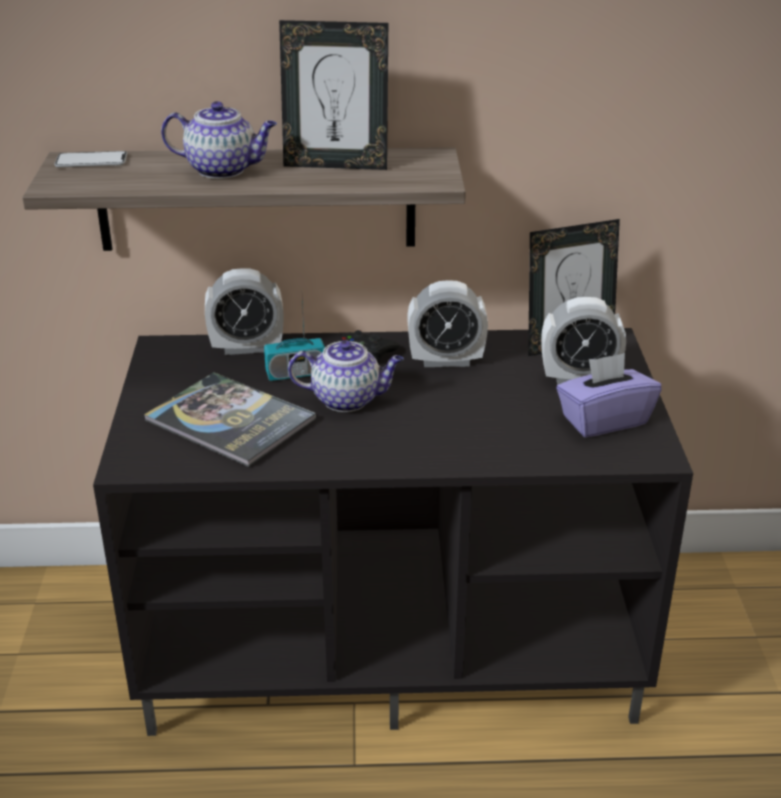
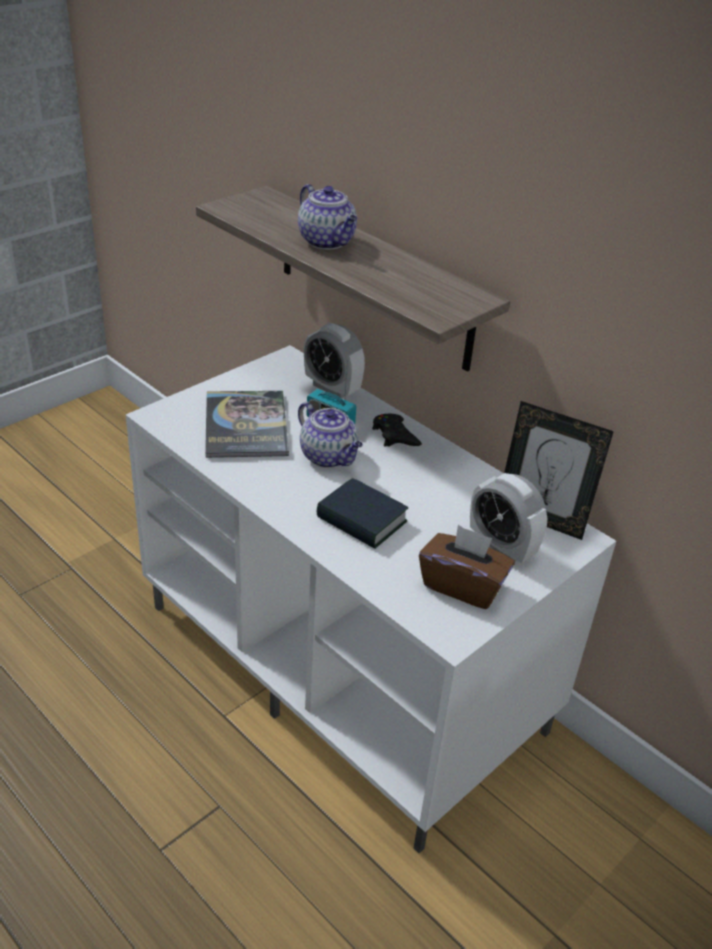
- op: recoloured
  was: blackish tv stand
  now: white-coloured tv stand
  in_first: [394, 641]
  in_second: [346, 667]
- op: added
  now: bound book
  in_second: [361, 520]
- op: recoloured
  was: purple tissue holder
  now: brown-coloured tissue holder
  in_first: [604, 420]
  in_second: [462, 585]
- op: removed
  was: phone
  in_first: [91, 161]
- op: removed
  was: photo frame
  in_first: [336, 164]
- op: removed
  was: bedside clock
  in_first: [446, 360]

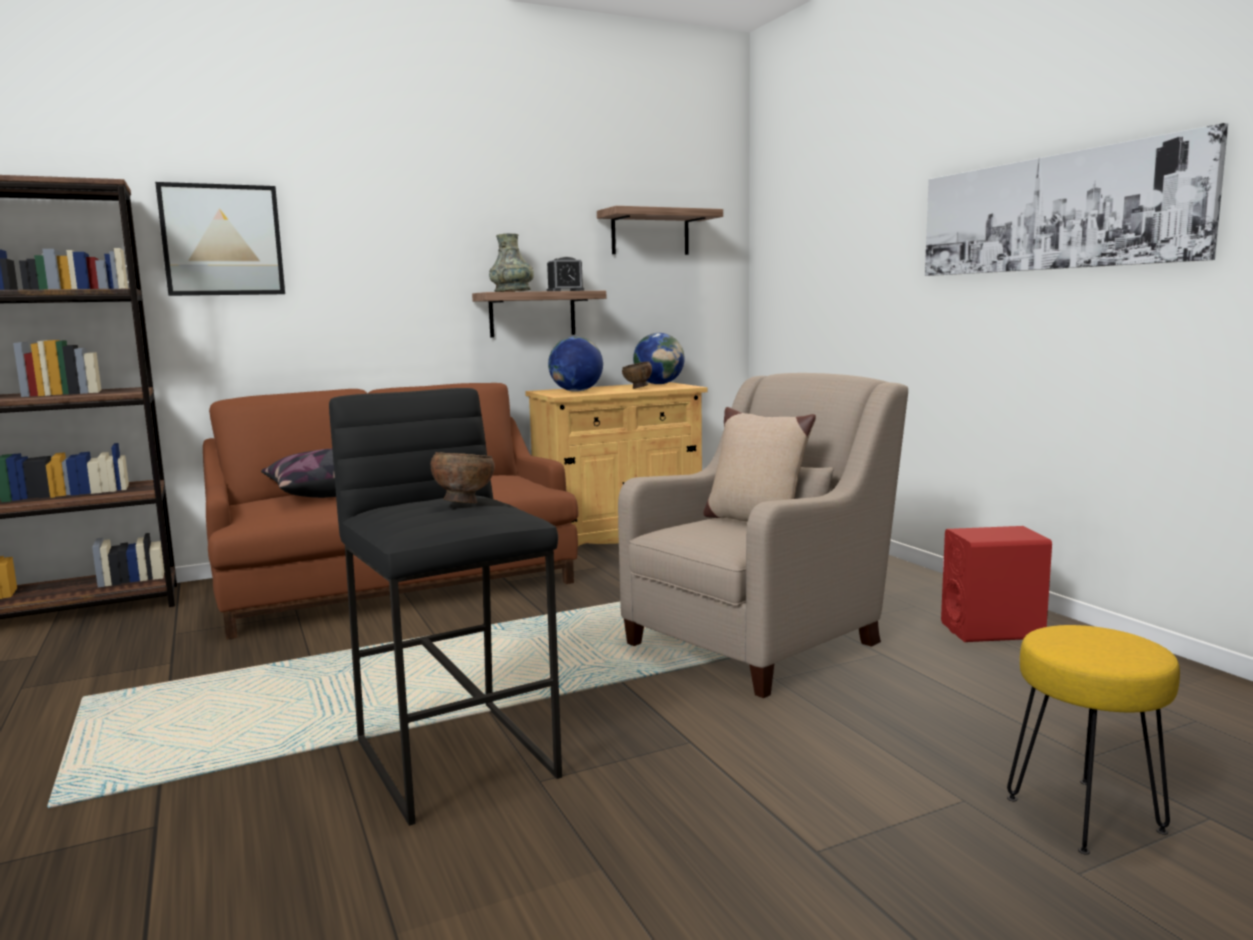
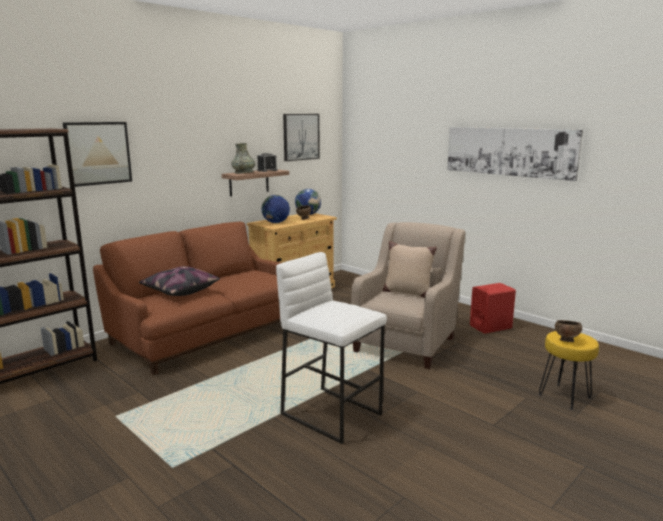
- op: recoloured
  was: blackish stool seat
  now: white-coloured stool seat
  in_first: [457, 757]
  in_second: [332, 413]
- op: replaced
  was: bracket shelf
  now: wall picture
  in_first: [650, 233]
  in_second: [300, 137]
- op: moved
  was: brown-coloured serving bowl
  in_first: [463, 503]
  in_second: [566, 341]

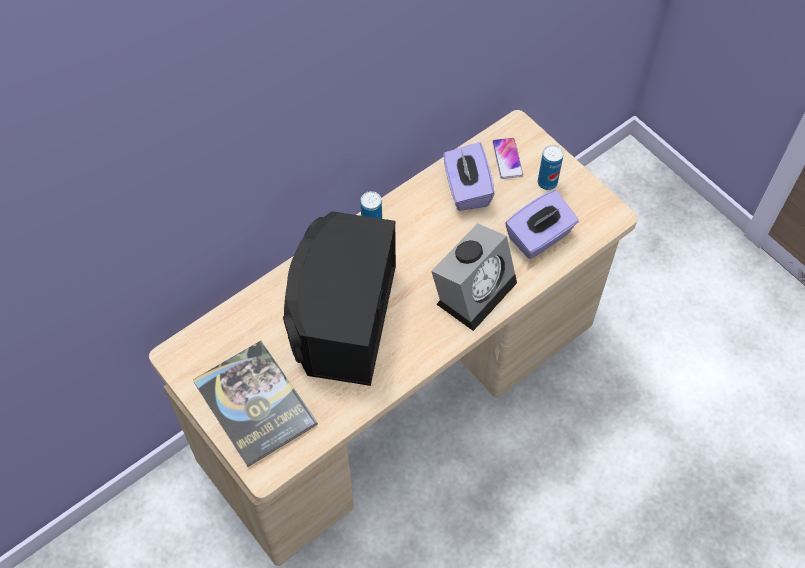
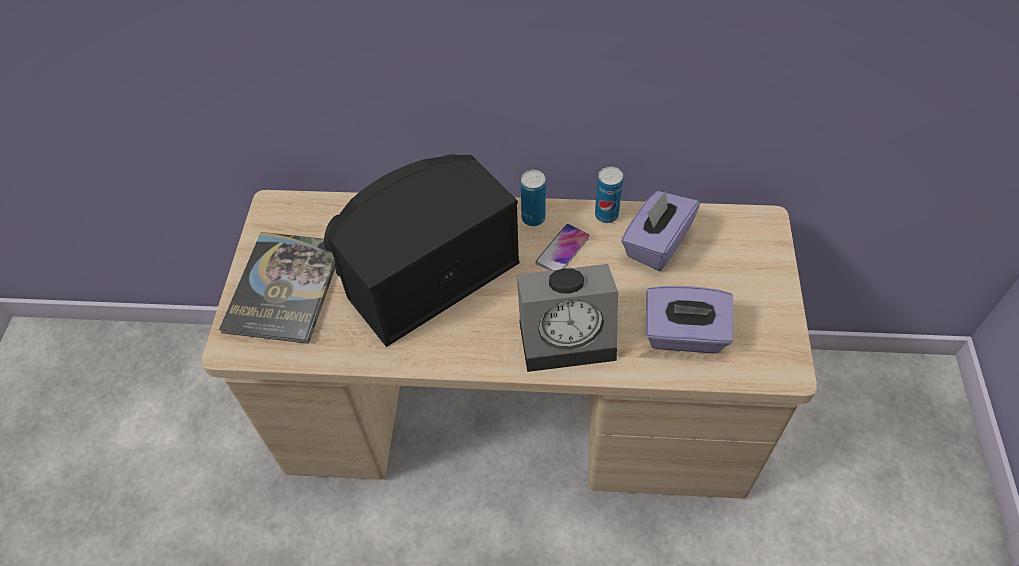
- op: moved
  was: phone
  in_first: [507, 159]
  in_second: [562, 250]
- op: moved
  was: sealed can
  in_first: [547, 182]
  in_second: [606, 215]

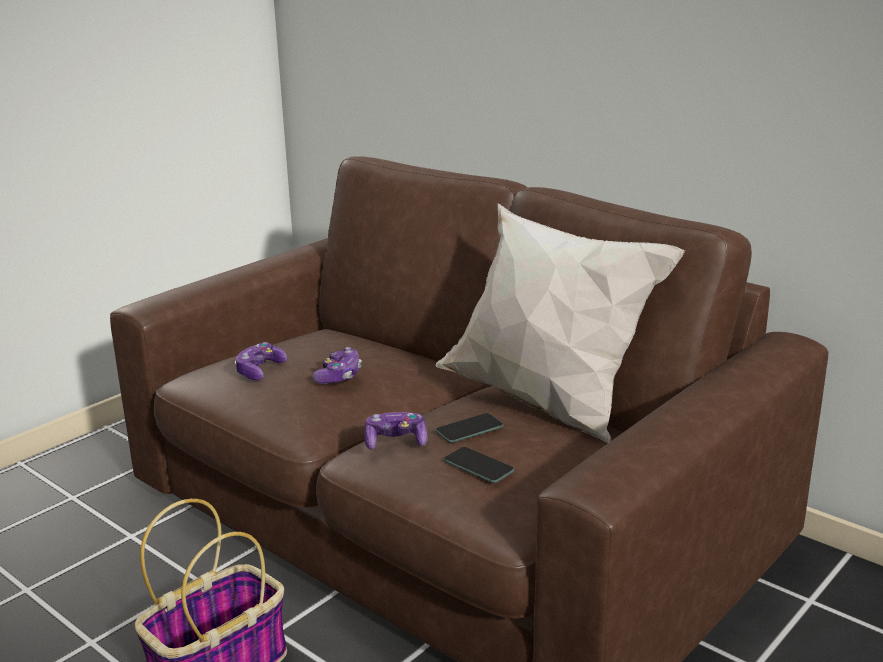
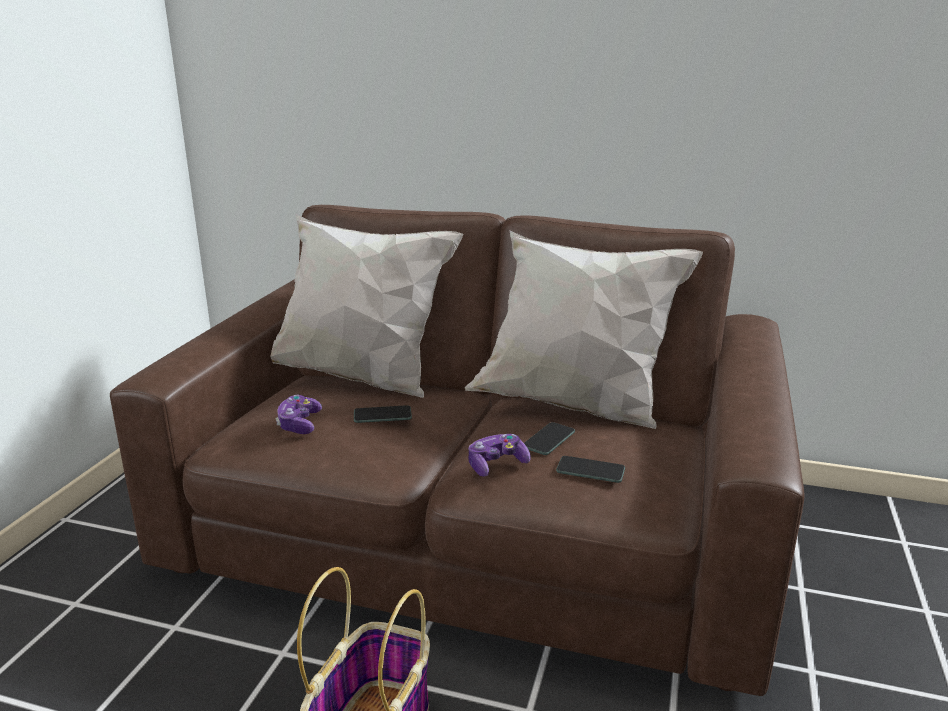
- op: added
  now: white-coloured throw pillow
  in_second: [360, 378]
- op: replaced
  was: joypad
  now: phone
  in_first: [339, 376]
  in_second: [382, 415]

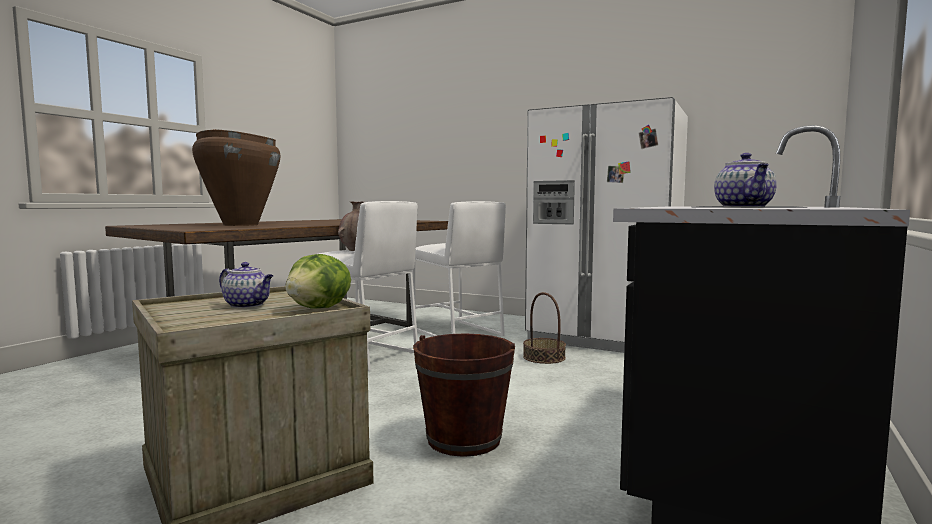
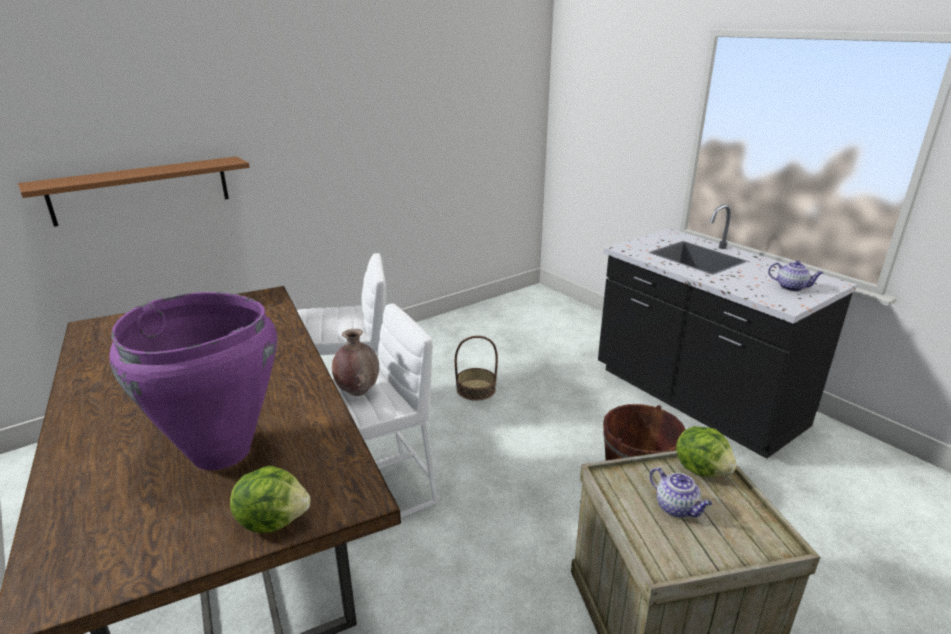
- op: added
  now: brown-coloured bracket shelf
  in_second: [142, 190]
- op: recoloured
  was: brown-coloured decorative vase
  now: purple decorative vase
  in_first: [241, 225]
  in_second: [220, 452]
- op: added
  now: lettuce
  in_second: [273, 520]
- op: turned
  was: pot for tea
  in_first: [248, 305]
  in_second: [677, 508]
  clockwise: 90
- op: removed
  was: white-coloured kitchen fridge
  in_first: [604, 338]

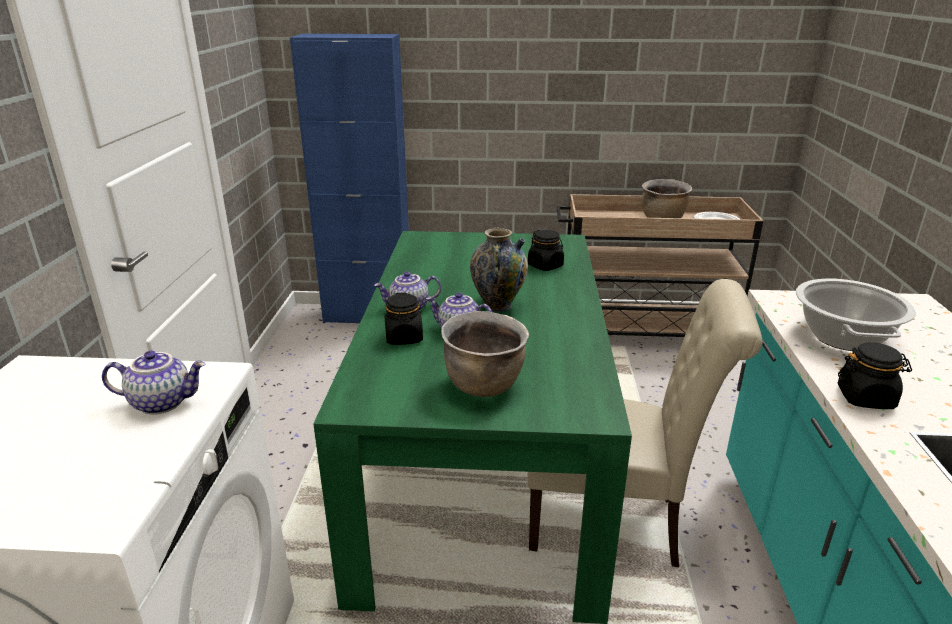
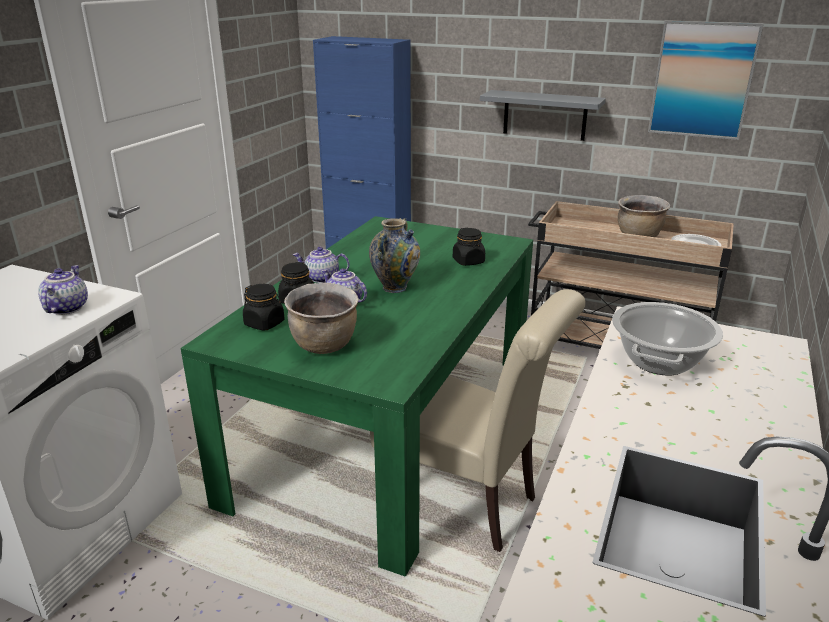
- op: turned
  was: pot for tea
  in_first: [163, 402]
  in_second: [66, 308]
  clockwise: -105
- op: moved
  was: blackish storage jar
  in_first: [865, 398]
  in_second: [264, 323]
- op: added
  now: greyish bracket shelf
  in_second: [544, 115]
- op: added
  now: wall picture
  in_second: [702, 80]

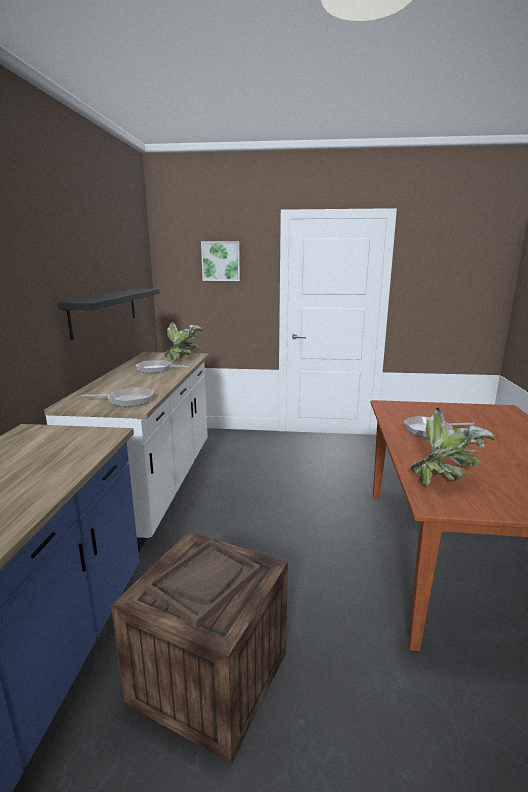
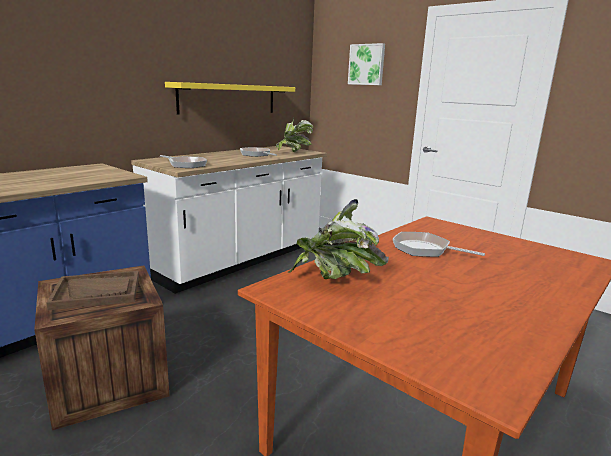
- op: recoloured
  was: blackish bracket shelf
  now: yellow bracket shelf
  in_first: [105, 311]
  in_second: [229, 99]

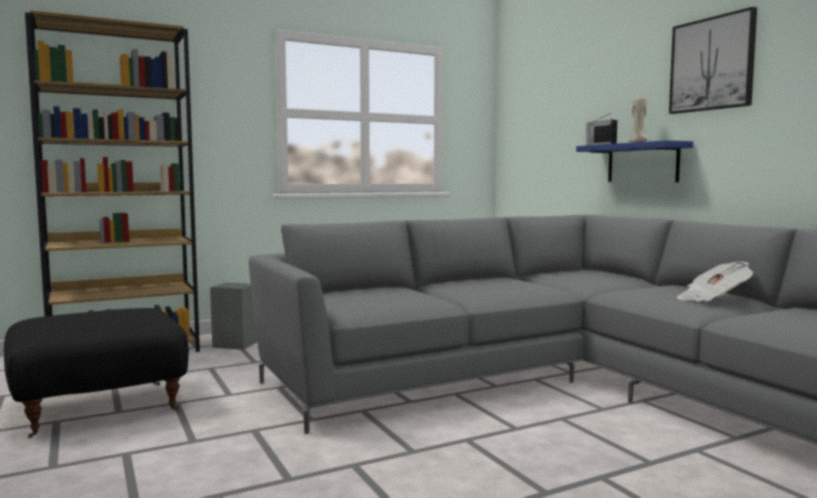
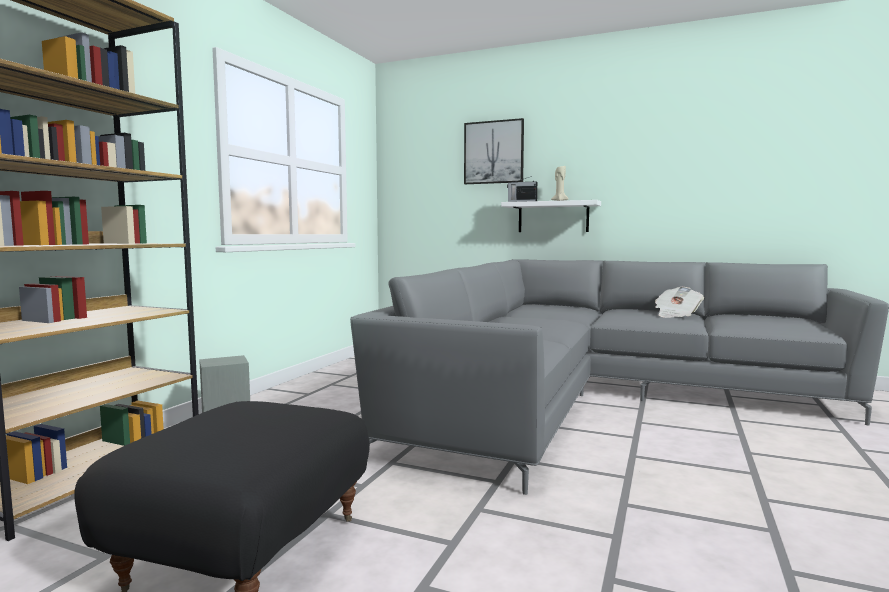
- op: moved
  was: wall picture
  in_first: [712, 64]
  in_second: [494, 152]
- op: recoloured
  was: blue-coloured bracket shelf
  now: white-coloured bracket shelf
  in_first: [642, 163]
  in_second: [553, 217]

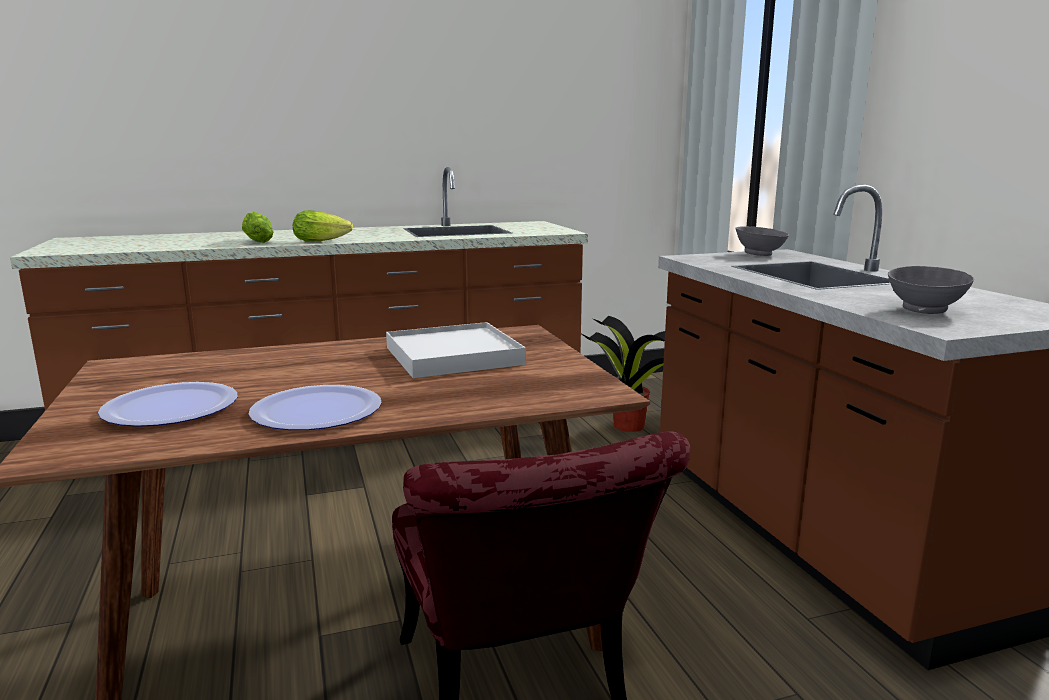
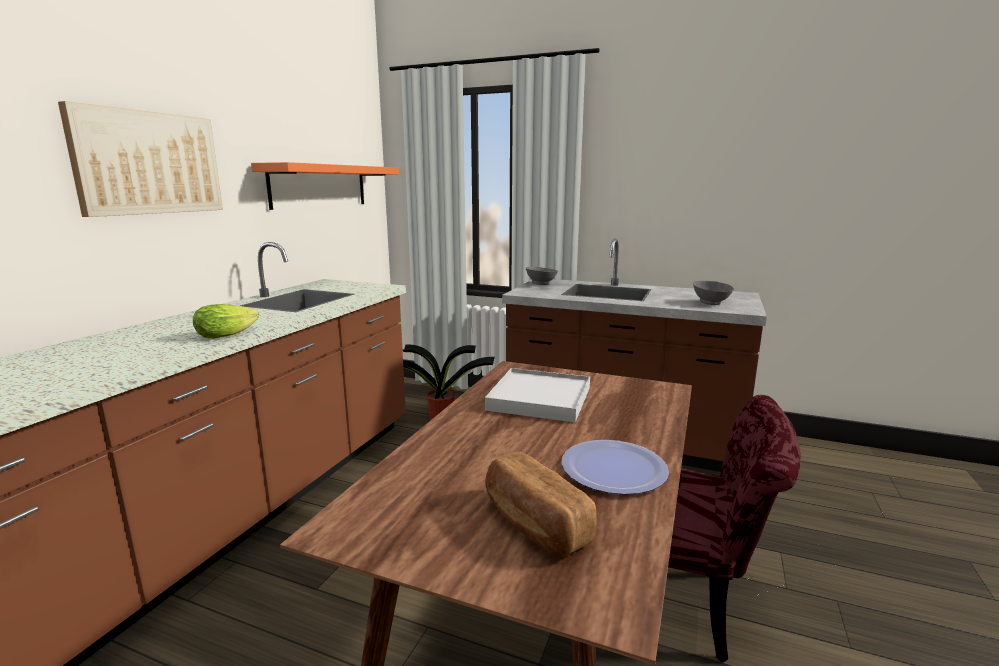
- op: added
  now: wall picture
  in_second: [148, 163]
- op: added
  now: orange bracket shelf
  in_second: [319, 186]
- op: replaced
  was: dinner plate
  now: baked bread
  in_first: [171, 407]
  in_second: [534, 524]
- op: removed
  was: lettuce
  in_first: [258, 241]

